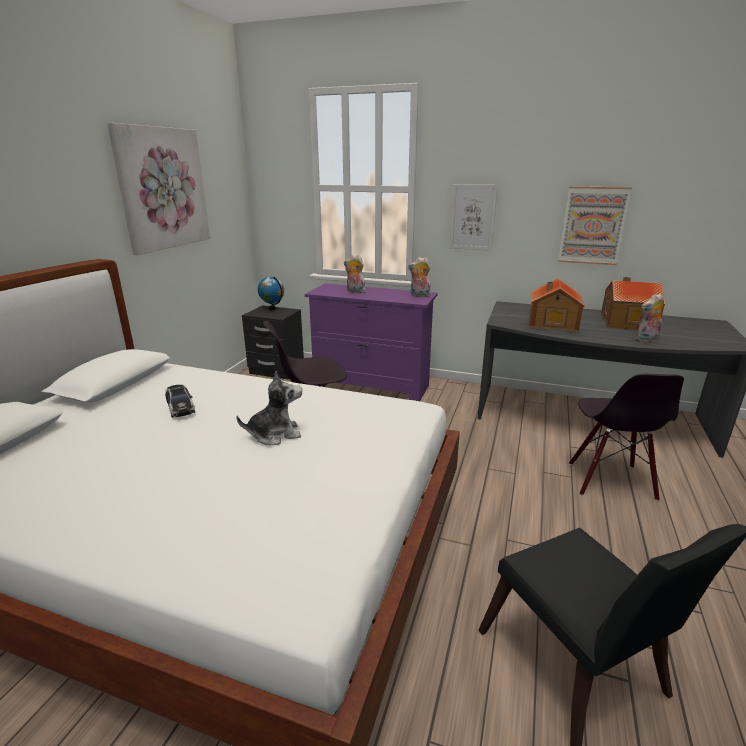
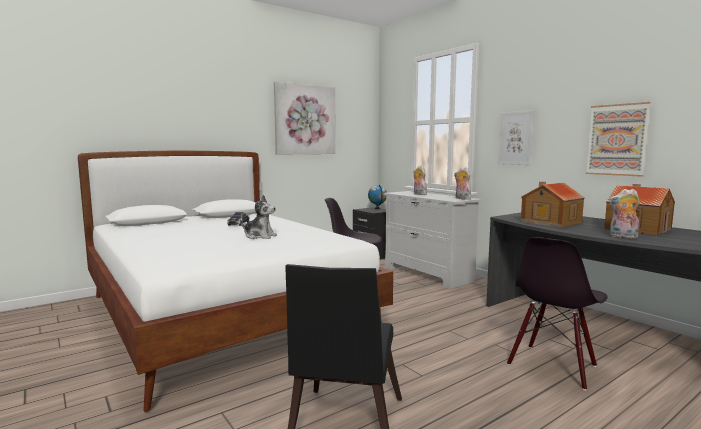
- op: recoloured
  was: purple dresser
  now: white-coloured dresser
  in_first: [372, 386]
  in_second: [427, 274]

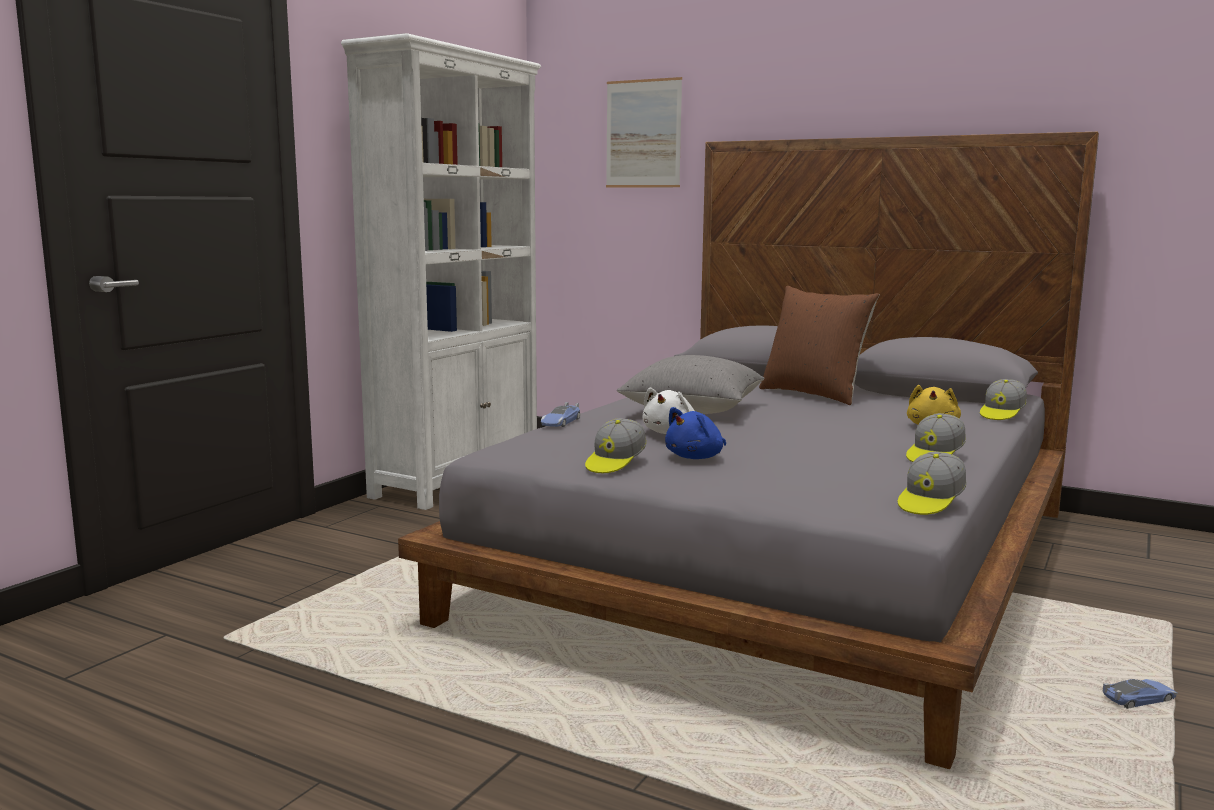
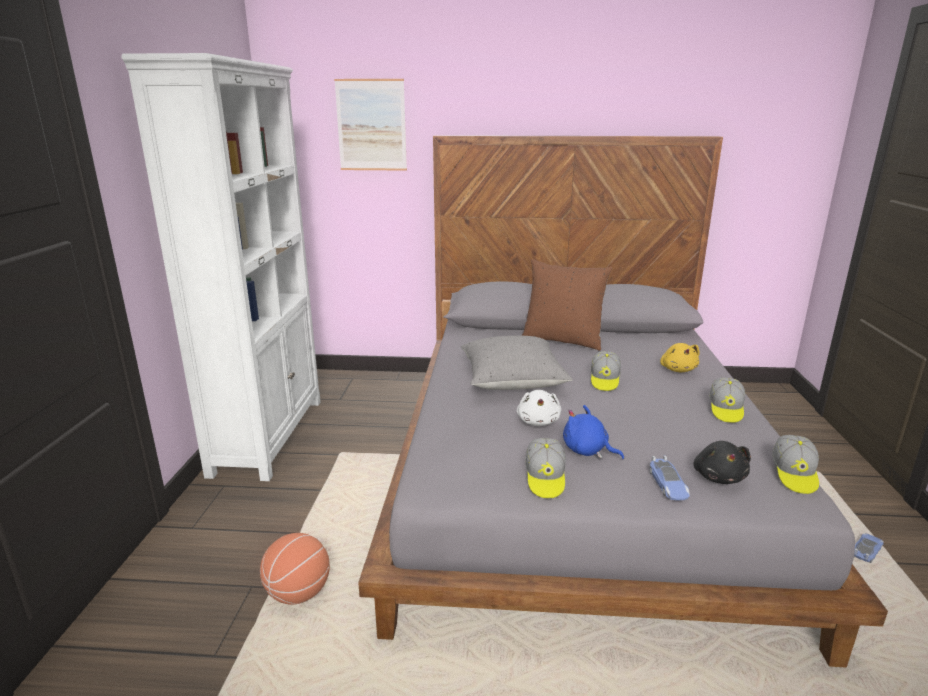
- op: added
  now: ball for basketball
  in_second: [298, 593]
- op: turned
  was: blue-coloured cuddly toy
  in_first: [696, 457]
  in_second: [587, 451]
  clockwise: 105
- op: moved
  was: peaked cap
  in_first: [1002, 414]
  in_second: [604, 380]
- op: moved
  was: toy car
  in_first: [560, 422]
  in_second: [668, 484]
- op: added
  now: blackish cuddly toy
  in_second: [718, 476]

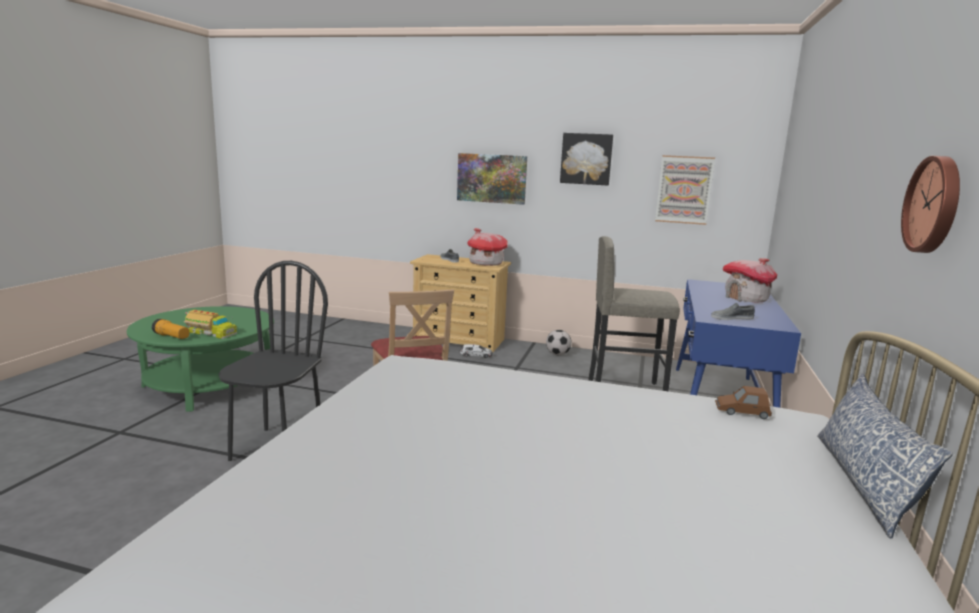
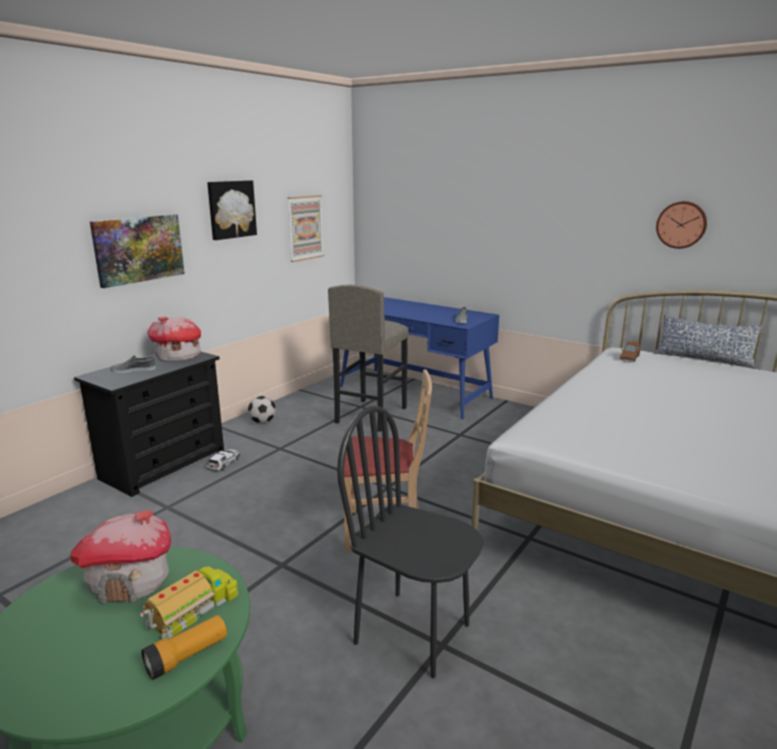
- op: moved
  was: toy house
  in_first: [746, 298]
  in_second: [131, 582]
- op: recoloured
  was: beige-coloured dresser
  now: blackish dresser
  in_first: [459, 340]
  in_second: [164, 465]

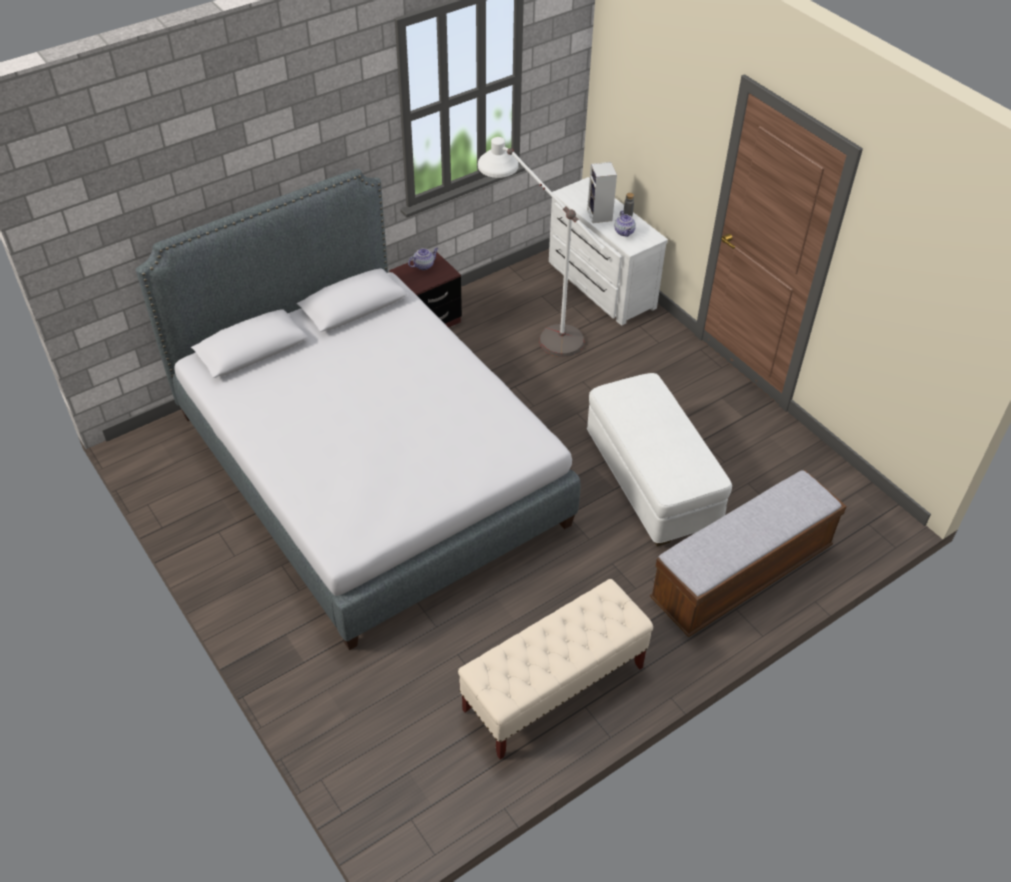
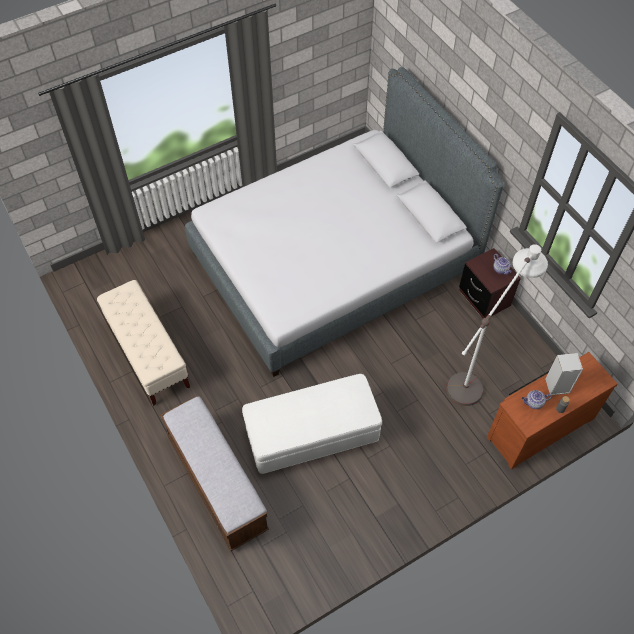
- op: recoloured
  was: white-coloured dresser
  now: brown-coloured dresser
  in_first: [599, 285]
  in_second: [538, 425]

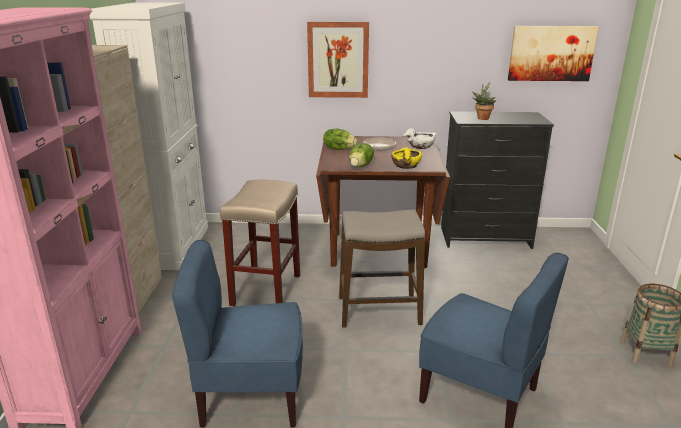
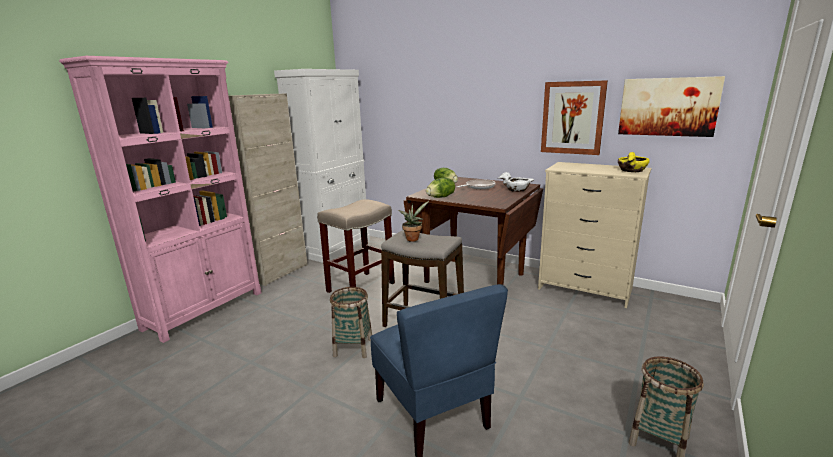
- op: added
  now: household basket
  in_second: [353, 347]
- op: moved
  was: potted plant
  in_first: [482, 118]
  in_second: [413, 238]
- op: recoloured
  was: blackish dresser
  now: beige-coloured dresser
  in_first: [485, 238]
  in_second: [584, 289]
- op: moved
  was: wall picture
  in_first: [338, 60]
  in_second: [572, 118]
- op: moved
  was: yellow serving bowl
  in_first: [405, 165]
  in_second: [631, 170]
- op: removed
  was: blue-coloured upright chair
  in_first: [250, 396]

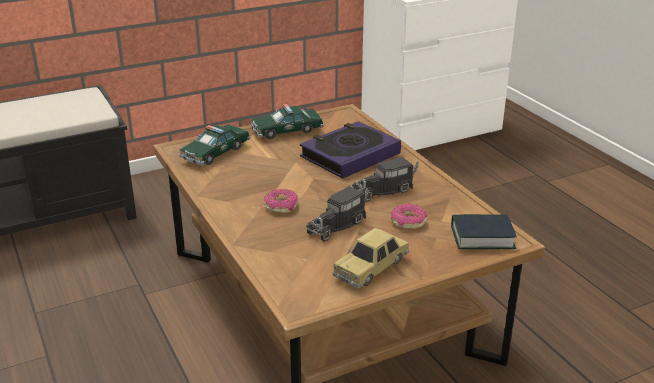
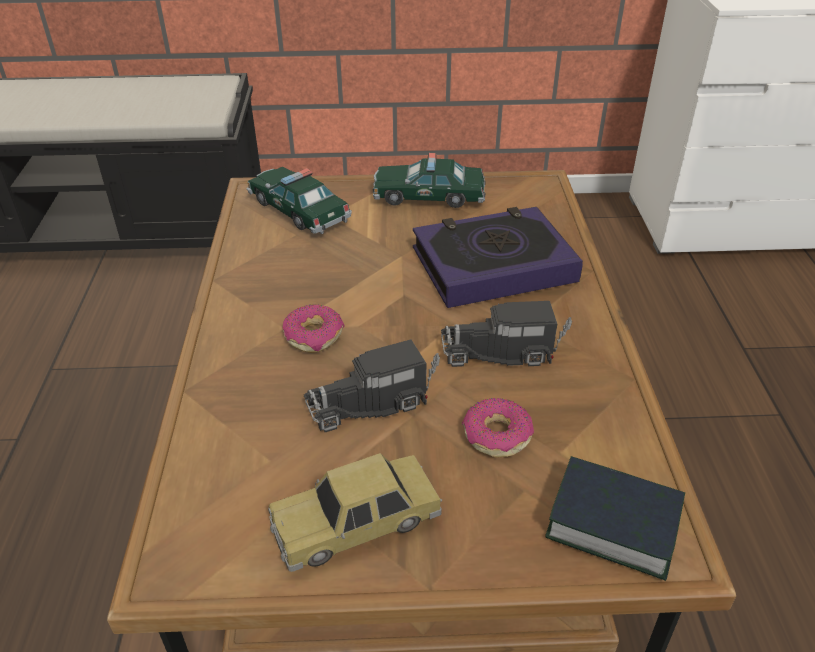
- op: turned
  was: toy car
  in_first: [215, 152]
  in_second: [299, 210]
  clockwise: 75

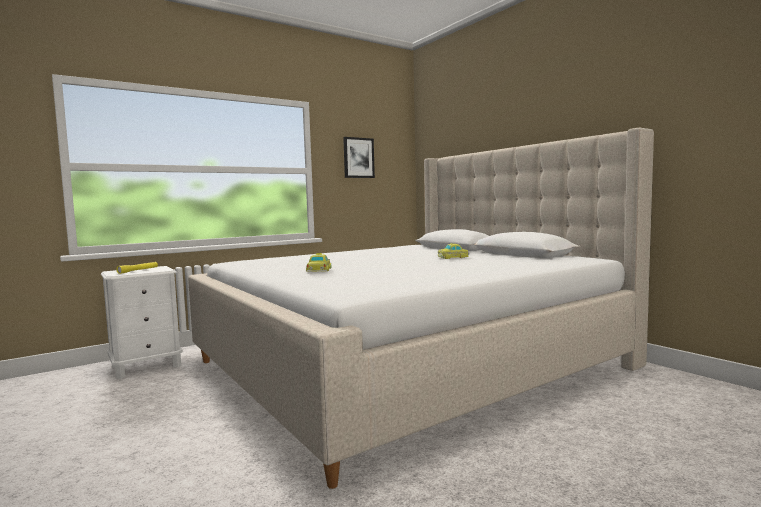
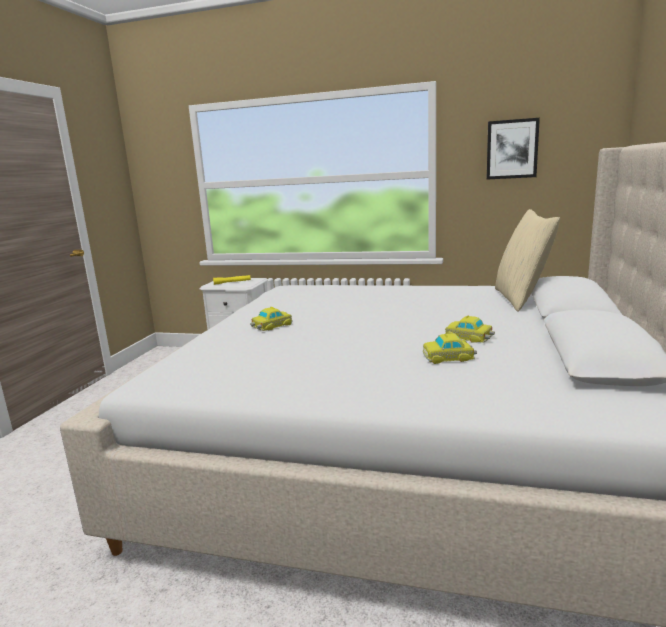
- op: added
  now: toy car
  in_second: [449, 357]
- op: added
  now: beige-coloured throw pillow
  in_second: [521, 299]

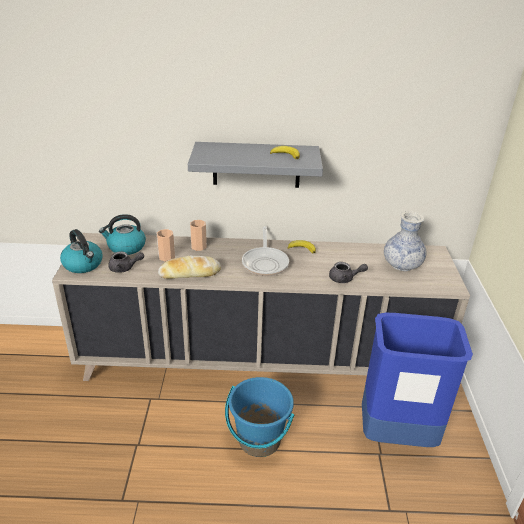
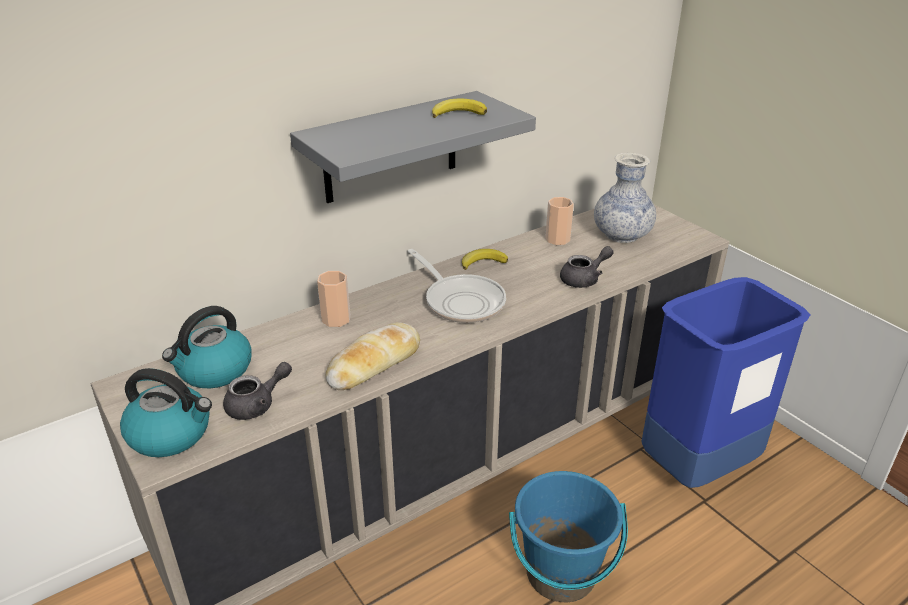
- op: moved
  was: drinking cup
  in_first: [166, 257]
  in_second: [557, 239]

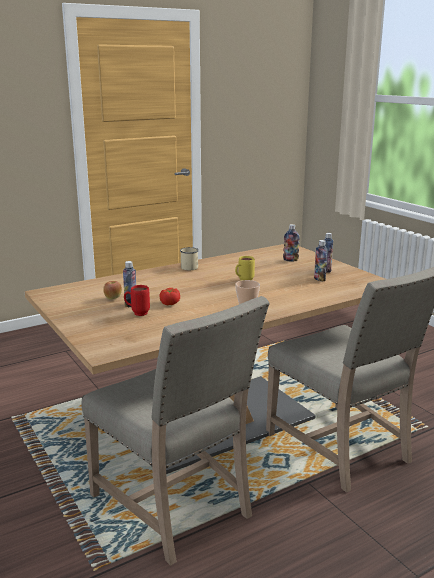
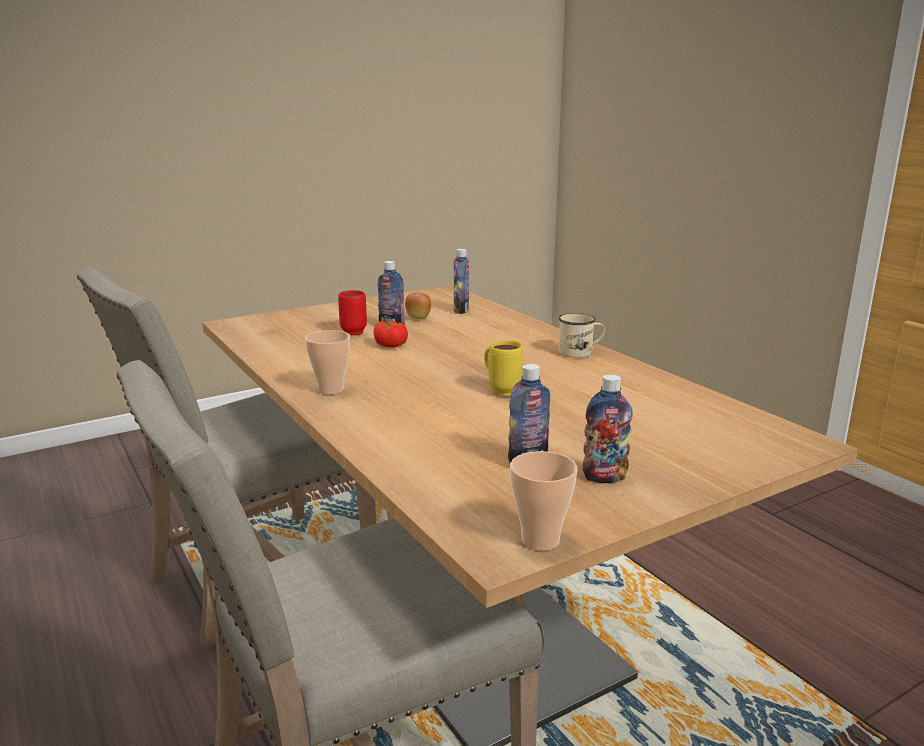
- op: moved
  was: drink bottle
  in_first: [290, 260]
  in_second: [461, 311]
- op: added
  now: drinking cup
  in_second: [540, 540]

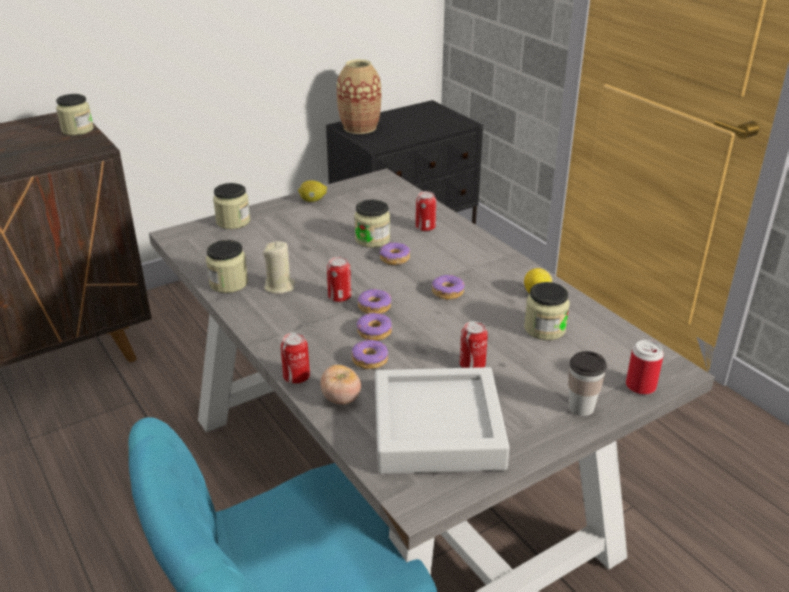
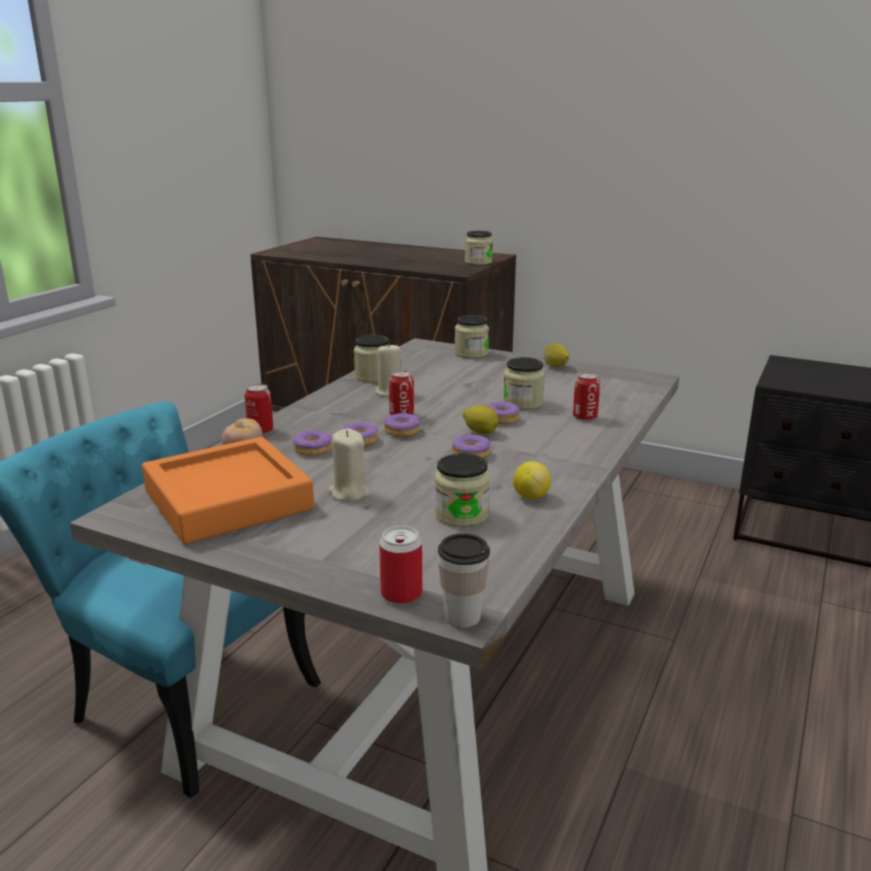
- op: recoloured
  was: greyish tray
  now: orange tray
  in_first: [437, 429]
  in_second: [228, 500]
- op: replaced
  was: sealed can
  now: beige-coloured candle
  in_first: [472, 365]
  in_second: [349, 493]
- op: moved
  was: drinking cup
  in_first: [581, 408]
  in_second: [462, 617]
- op: added
  now: lemon
  in_second: [481, 432]
- op: removed
  was: decorative vase
  in_first: [360, 127]

